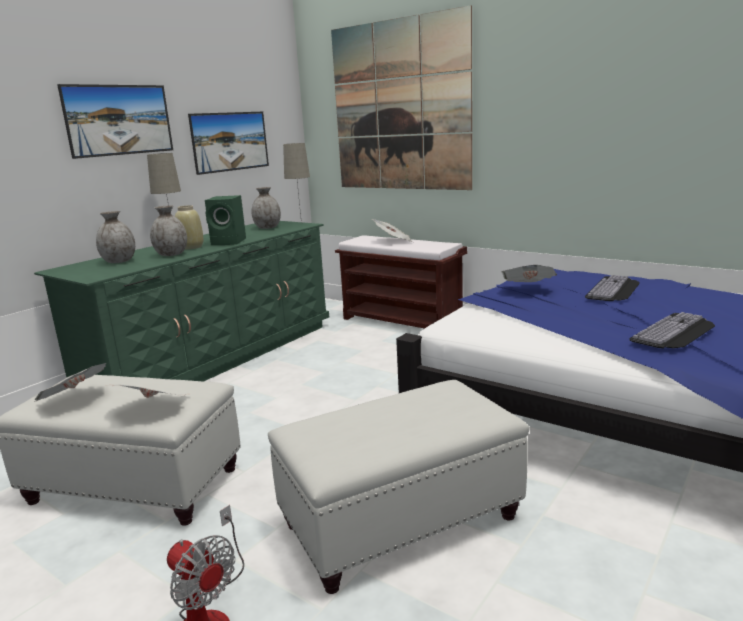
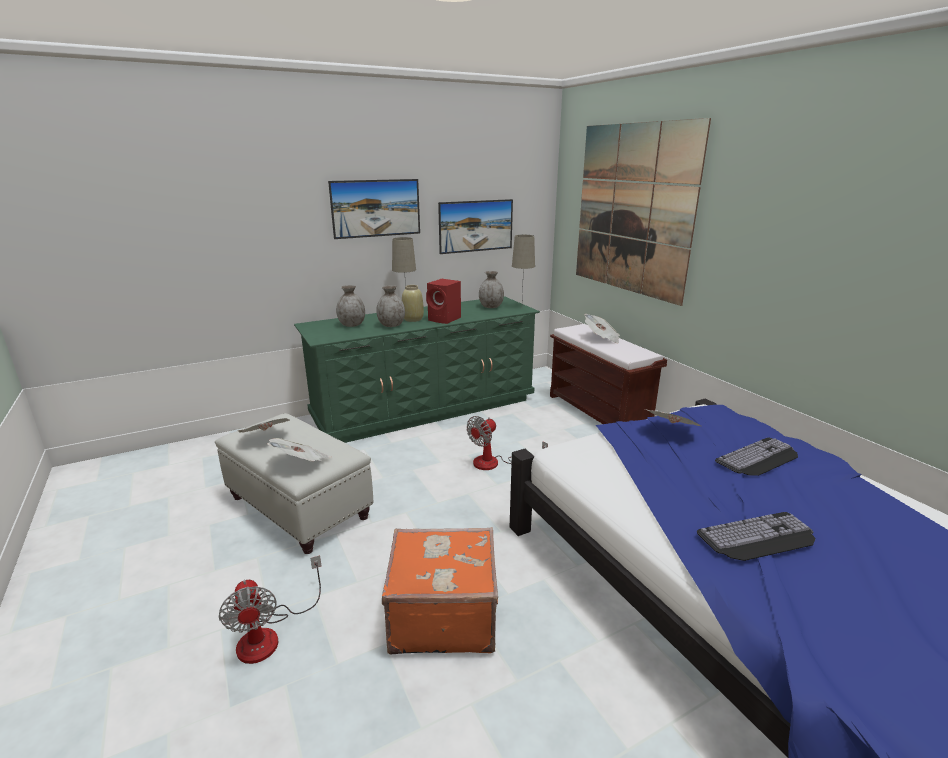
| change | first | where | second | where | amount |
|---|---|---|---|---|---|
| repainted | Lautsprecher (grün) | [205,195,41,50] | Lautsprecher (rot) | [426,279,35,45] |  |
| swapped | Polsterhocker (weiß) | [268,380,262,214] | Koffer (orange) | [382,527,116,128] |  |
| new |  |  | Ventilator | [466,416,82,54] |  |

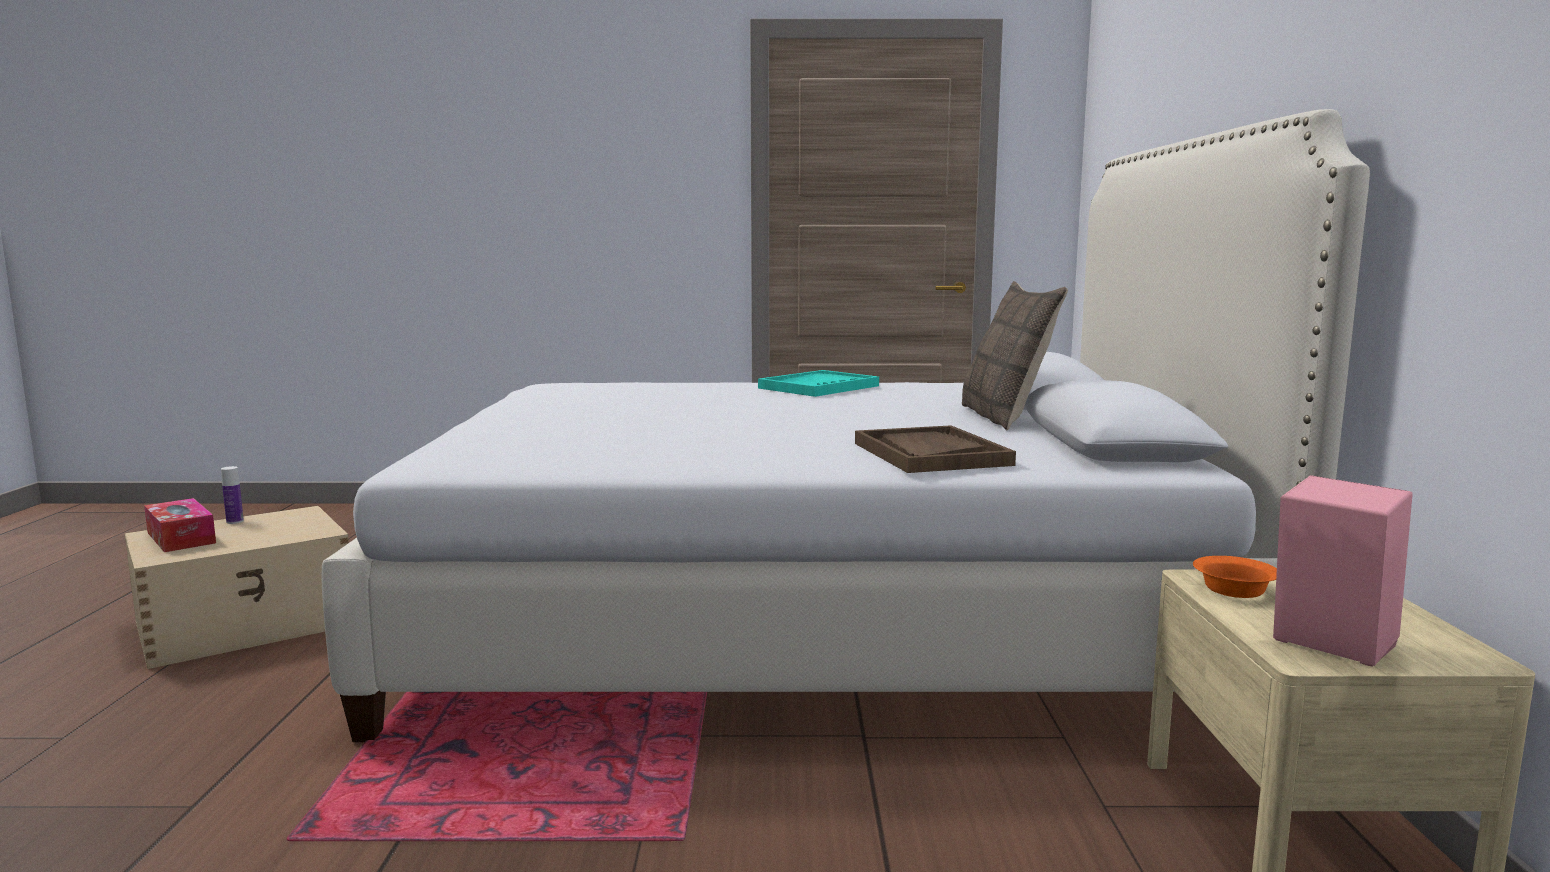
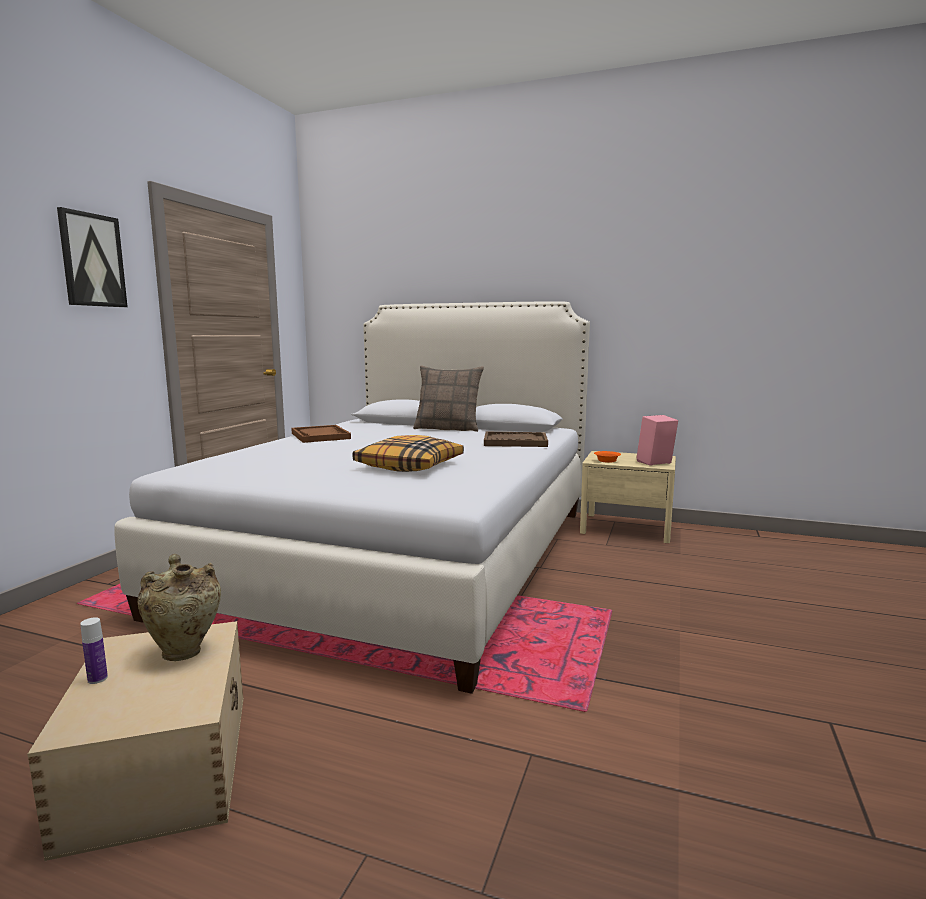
| change | first | where | second | where | amount |
|---|---|---|---|---|---|
| repainted | Tablett (türkis) | [758,370,121,27] | Tablett (braun) | [291,425,60,18] |  |
| gone | Taschentuchbox | [144,498,72,54] |  |  |  |
| new |  |  | Bild | [57,207,71,100] |  |
| new |  |  | Kissen | [353,435,111,37] |  |
| new |  |  | Vase (beige) | [138,554,83,107] |  |

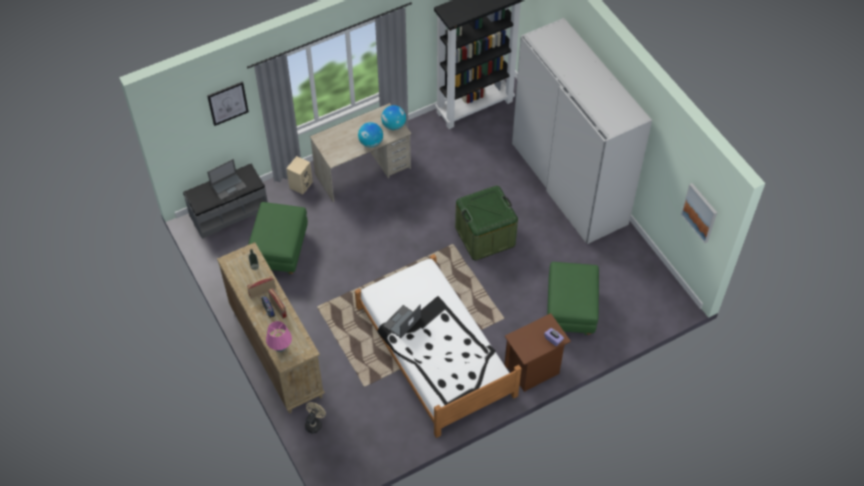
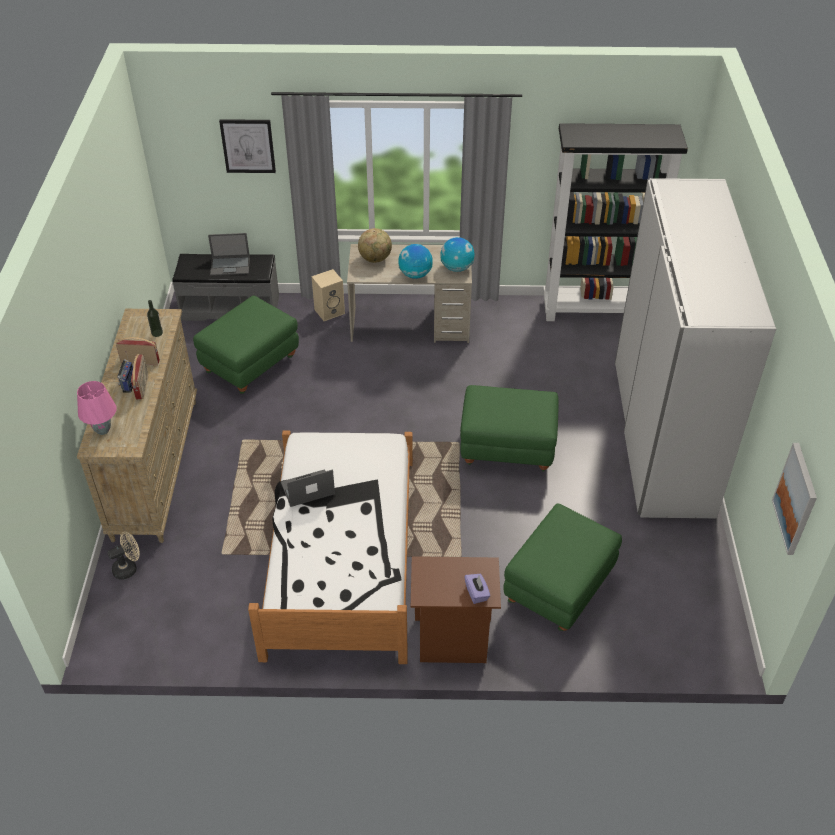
| change | first | where | second | where | amount |
|---|---|---|---|---|---|
| swapped | Aufbewahrungsbox (grün) | [455,186,63,74] | Polsterhocker (grün) | [460,385,99,87] |  |
| new |  |  | Globus | [358,228,34,35] |  |

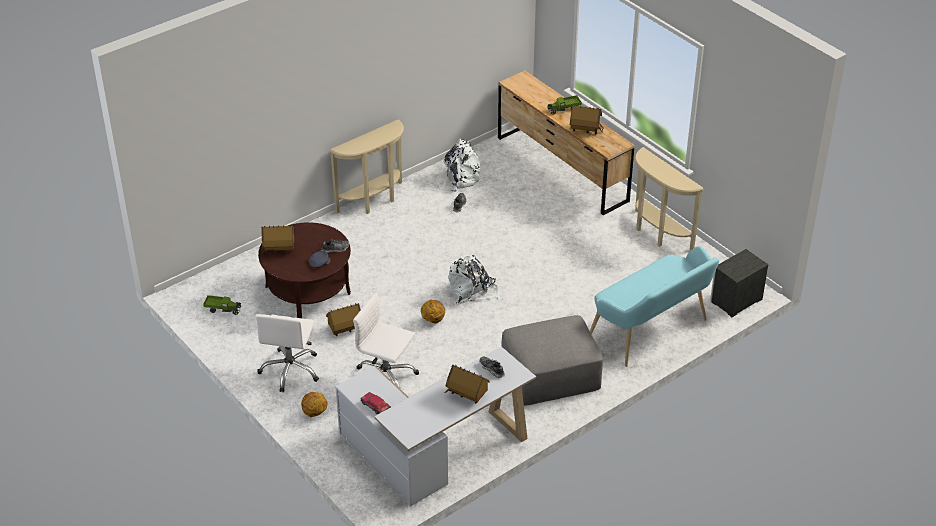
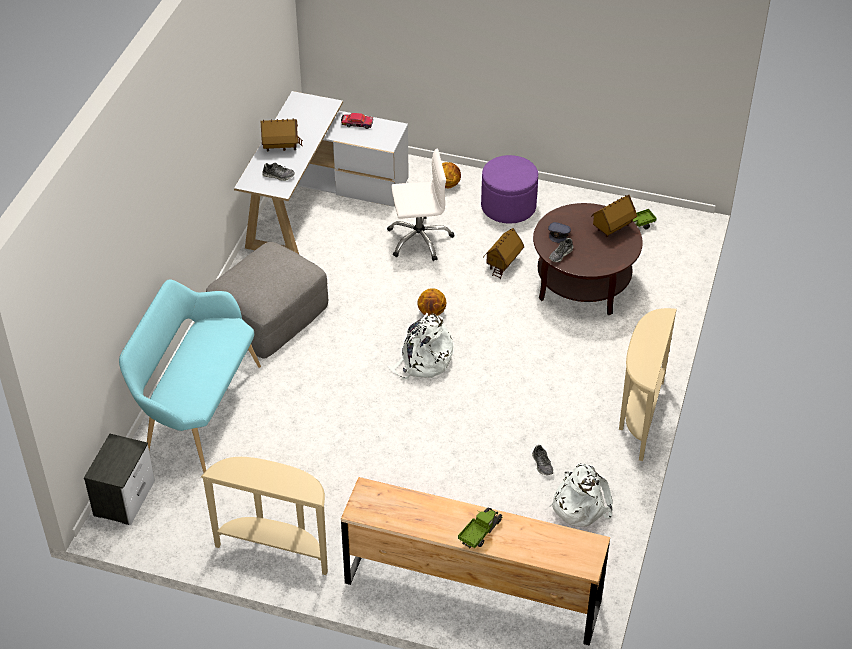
| change | first | where | second | where | amount |
|---|---|---|---|---|---|
| gone | Spielzeughaus | [570,105,34,29] |  |  |  |
| swapped | Bürostuhl (weiß) | [255,314,64,79] | Polsterhocker (lila) | [481,155,57,69] |  |

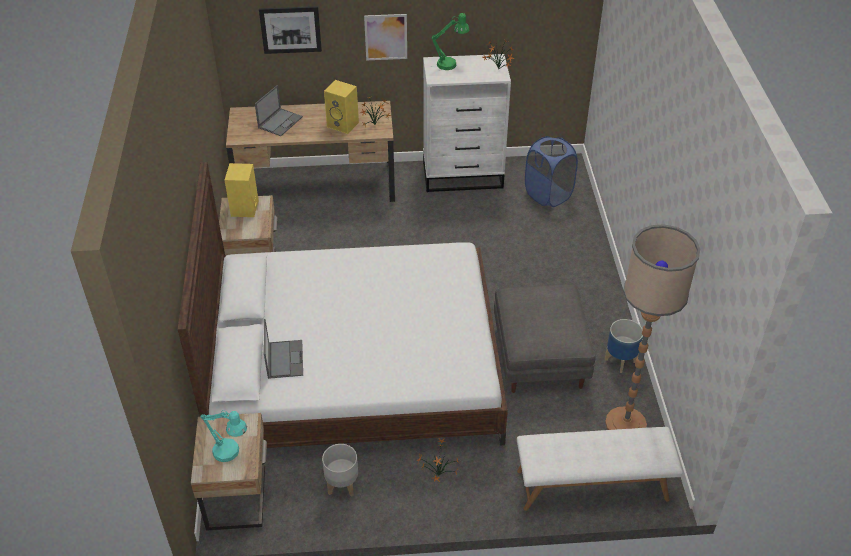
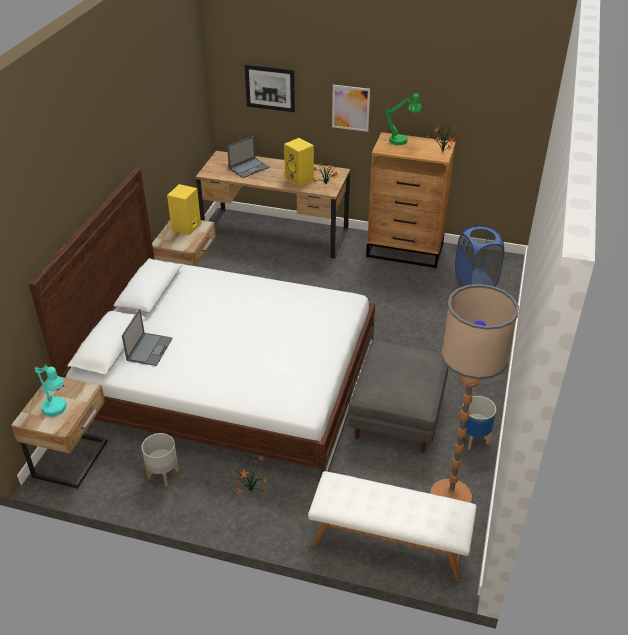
| change | first | where | second | where | amount |
|---|---|---|---|---|---|
| repainted | Kommode (weiß) | [423,54,88,138] | Kommode (braun) | [366,132,90,136] |  |

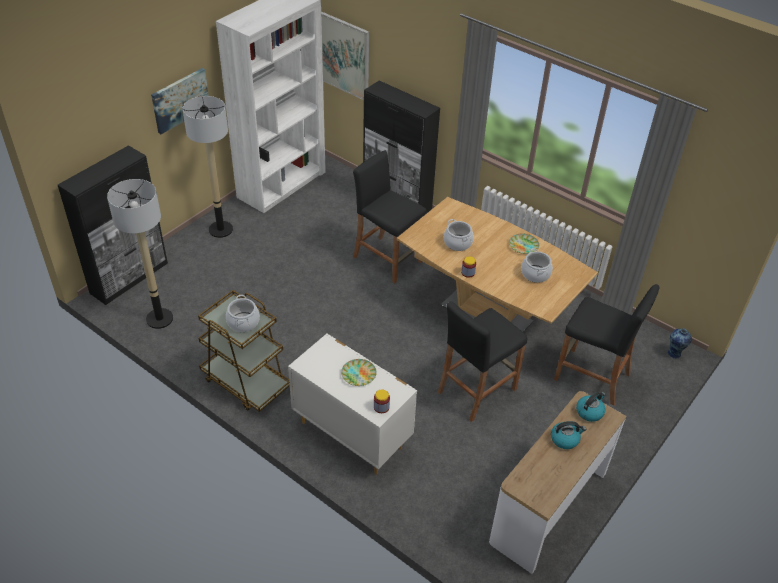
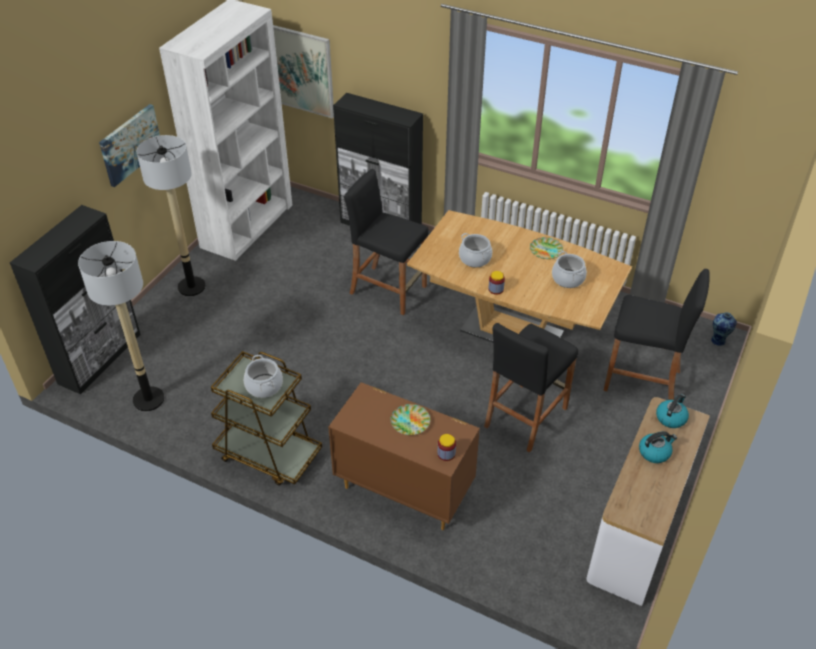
| change | first | where | second | where | amount |
|---|---|---|---|---|---|
| repainted | Kommode (weiß) | [288,334,129,141] | Kommode (braun) | [328,382,152,148] |  |

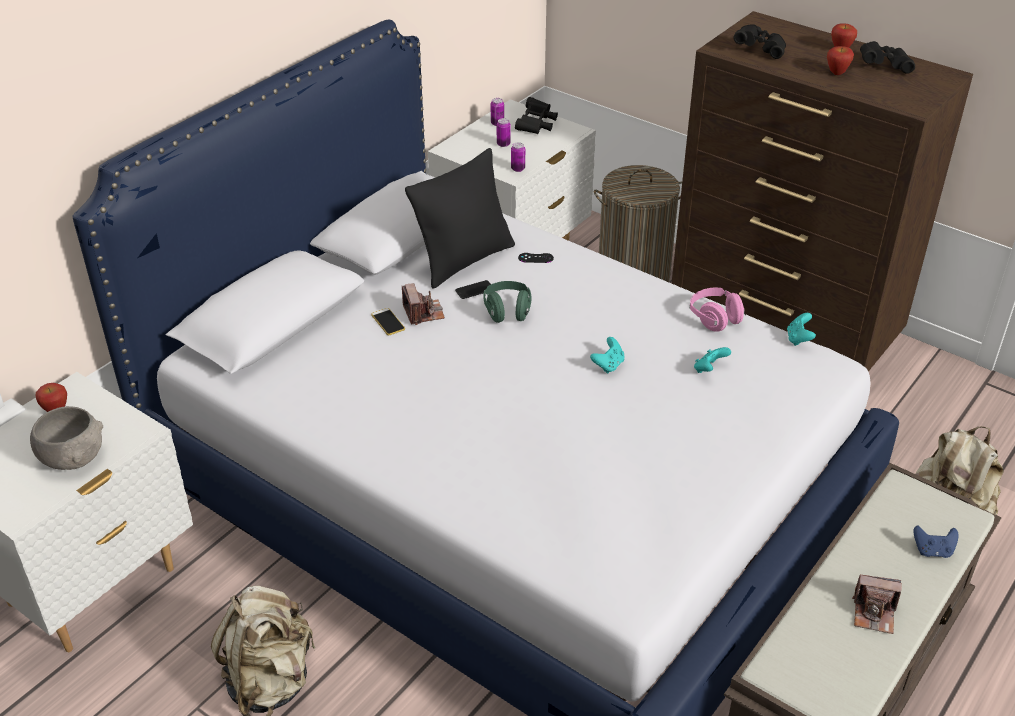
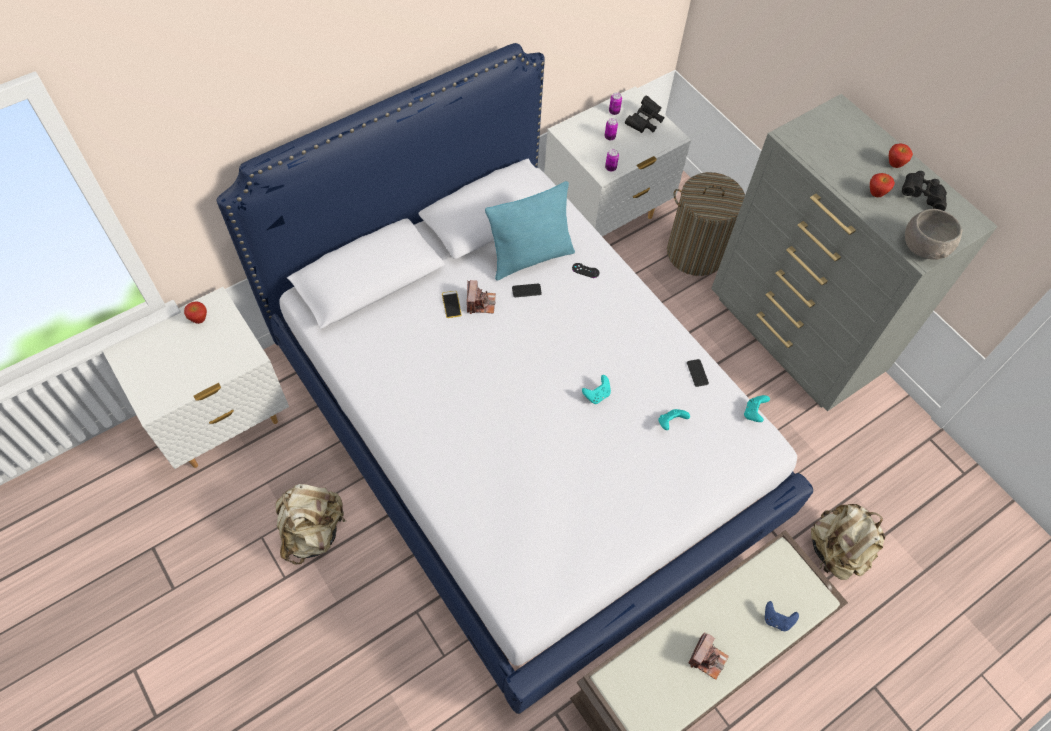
| change | first | where | second | where | amount |
|---|---|---|---|---|---|
| repainted | Kommode (braun) | [671,11,302,360] | Kommode (grau) | [711,94,287,317] |  |
| gone | Fernglas (schwarz) | [734,24,52,35] |  |  |  |
| repainted | Kissen (schwarz) | [405,148,110,141] | Kissen (türkis) | [485,181,90,100] |  |
| gone | Kopfhörer (grün) | [484,281,47,42] |  |  |  |
| swapped | Kopfhörer (rosa) | [690,288,56,43] | Handy | [687,359,22,28] |  |
| shifted | Schüssel (grau) | [30,406,73,64] |  | [905,209,57,51] |  |
| rotated | Kamera | [852,575,50,59] |  | [688,633,41,47] | 90 degrees counterclockwise |

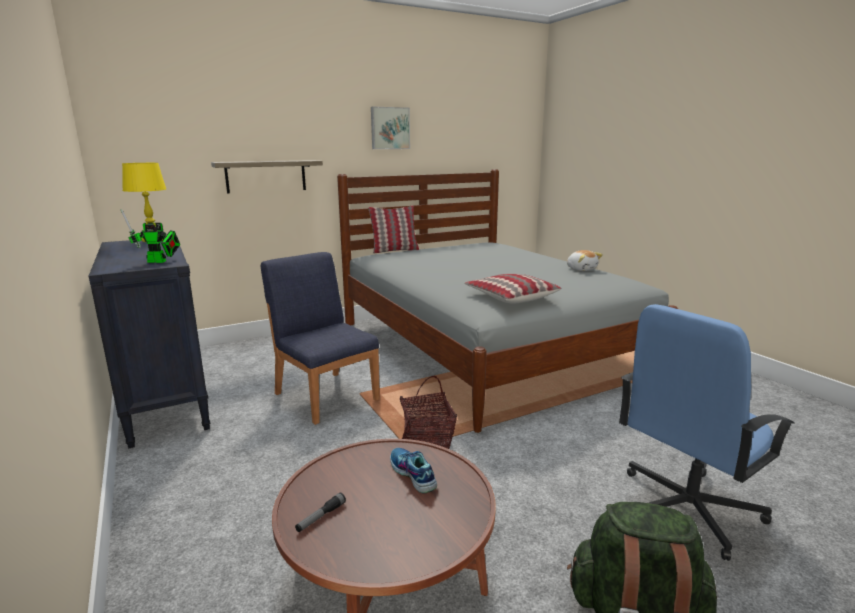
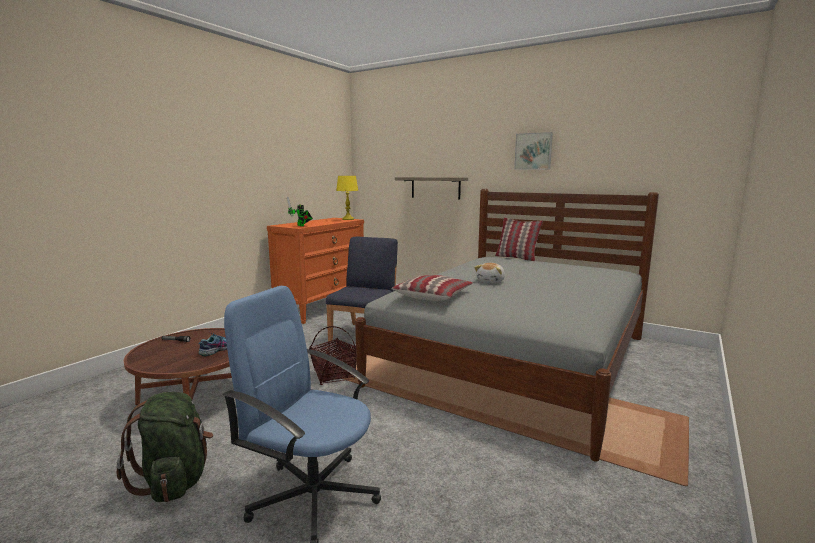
| change | first | where | second | where | amount |
|---|---|---|---|---|---|
| repainted | Kommode (schwarz) | [89,237,121,211] | Kommode (orange) | [267,218,97,106] |  |
| shifted | Plüschtier | [567,250,36,21] |  | [474,263,31,20] |  |

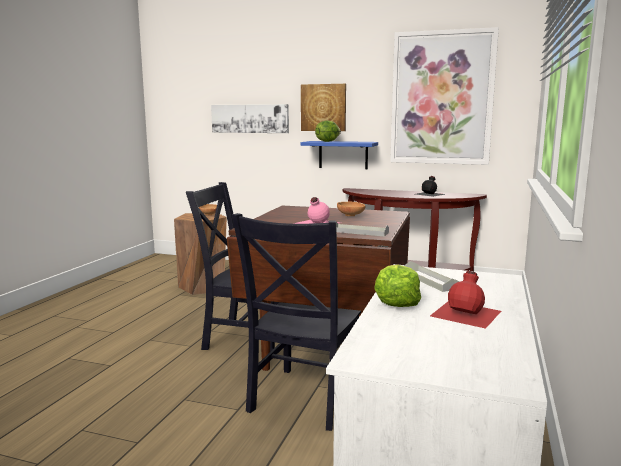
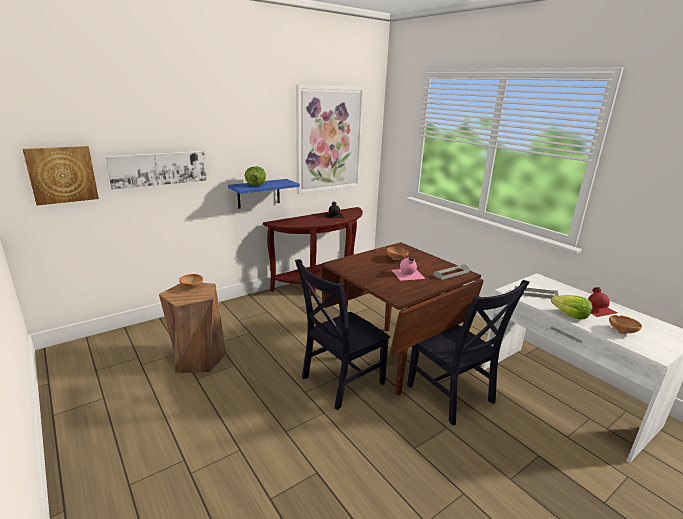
| change | first | where | second | where | amount |
|---|---|---|---|---|---|
| shifted | Bild | [301,84,45,47] |  | [23,146,76,59] |  |
| new |  |  | Schüssel (braun) | [609,315,33,19] |  |

